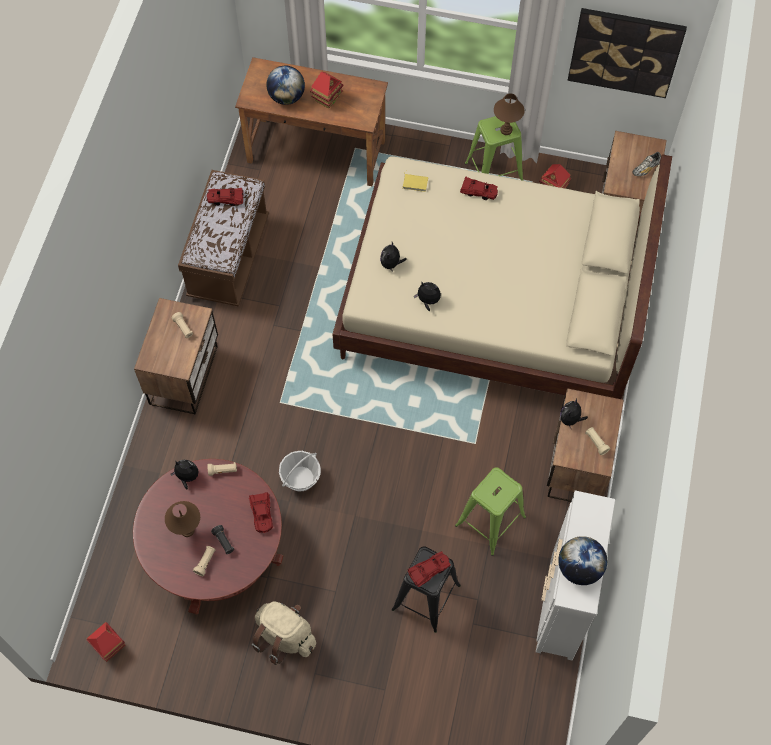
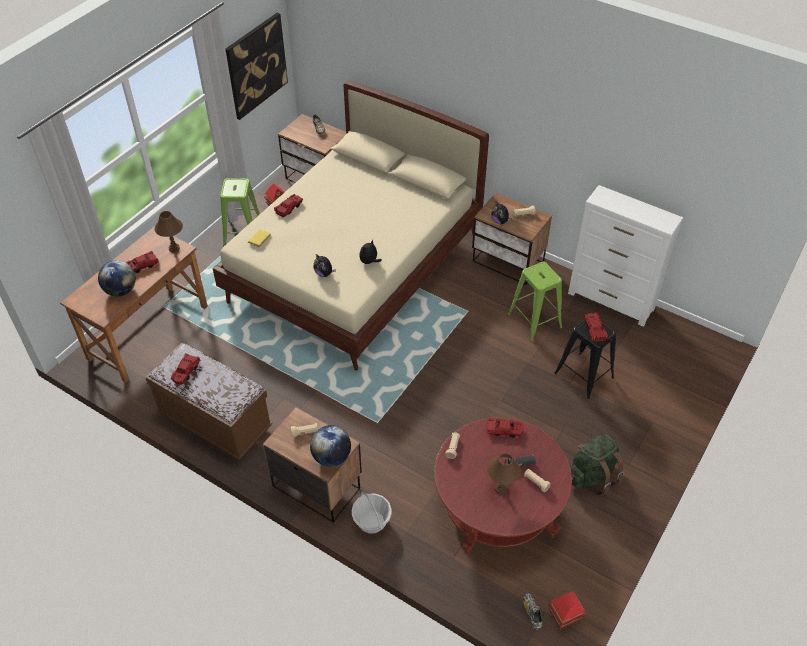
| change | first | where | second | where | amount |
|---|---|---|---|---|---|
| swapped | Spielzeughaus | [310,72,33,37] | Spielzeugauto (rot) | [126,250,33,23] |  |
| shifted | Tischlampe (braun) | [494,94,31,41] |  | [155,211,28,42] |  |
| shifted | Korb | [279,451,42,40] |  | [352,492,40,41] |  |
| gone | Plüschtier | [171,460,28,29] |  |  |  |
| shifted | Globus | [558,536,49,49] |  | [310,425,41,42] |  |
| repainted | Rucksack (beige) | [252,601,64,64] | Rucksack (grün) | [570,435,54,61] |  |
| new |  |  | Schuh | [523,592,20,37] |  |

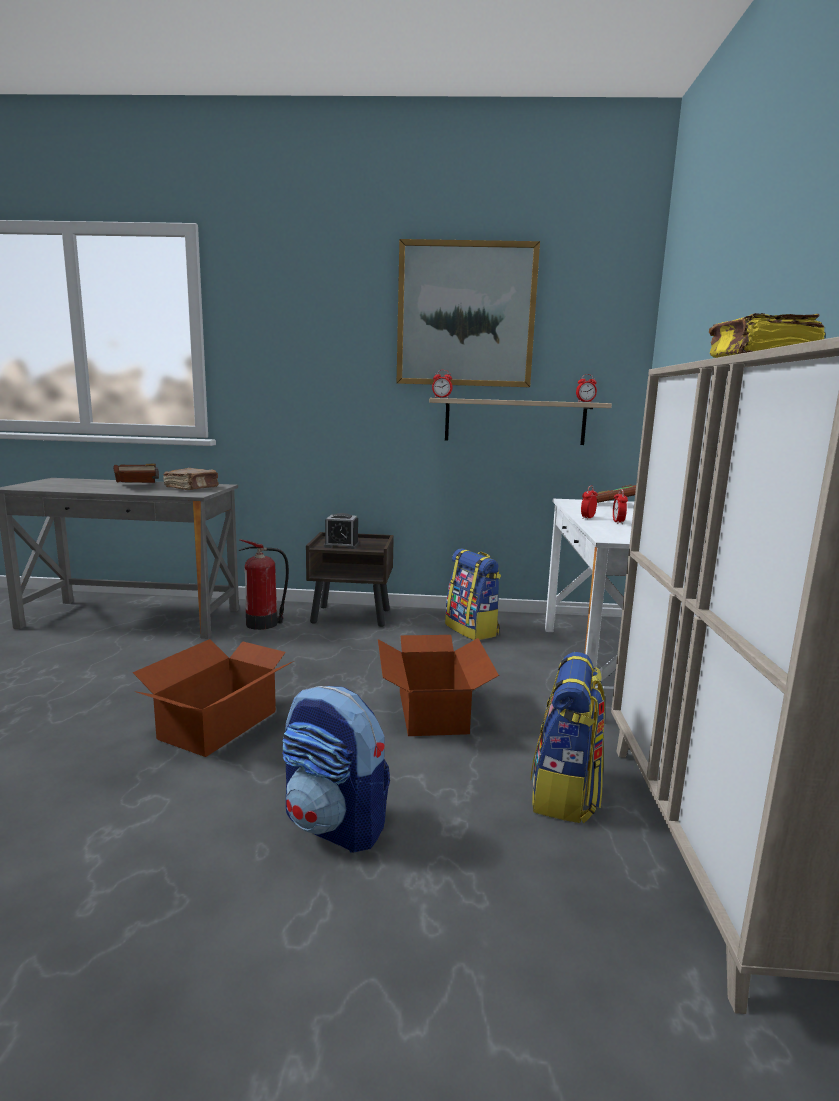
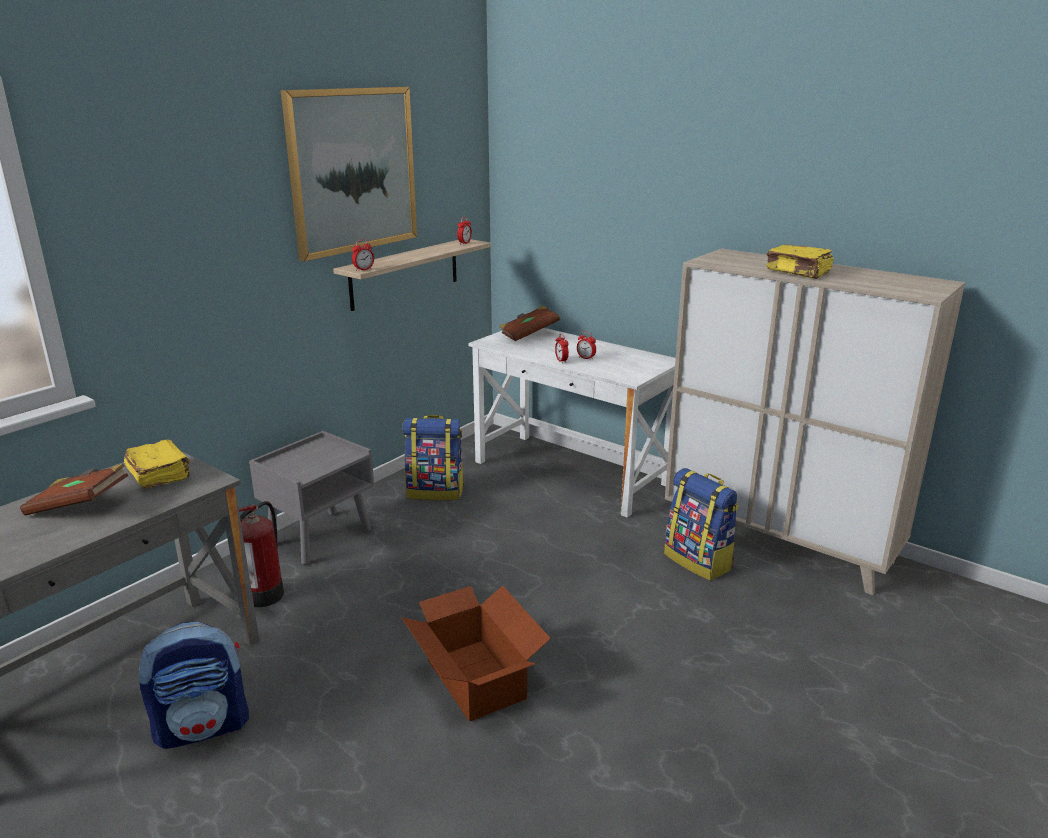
| change | first | where | second | where | amount |
|---|---|---|---|---|---|
| repainted | Buch (braun) | [163,468,56,22] | Buch (gelb) | [124,439,66,50] |  |
| gone | Wecker | [324,513,35,36] |  |  |  |
| repainted | Nachttisch (braun) | [306,532,88,95] | Nachttisch (grau) | [249,431,125,134] |  |
| gone | Karton | [378,635,121,101] |  |  |  |
| shifted | Rucksack | [282,686,108,167] |  | [139,621,110,128] |  |

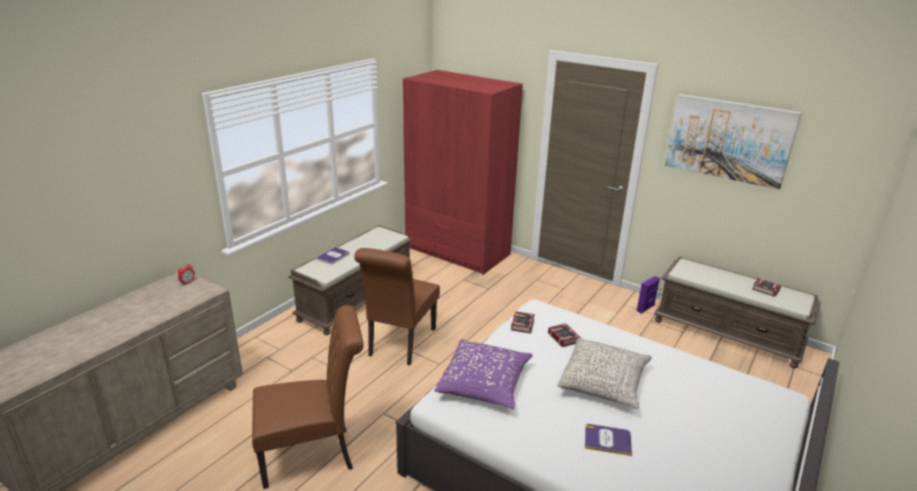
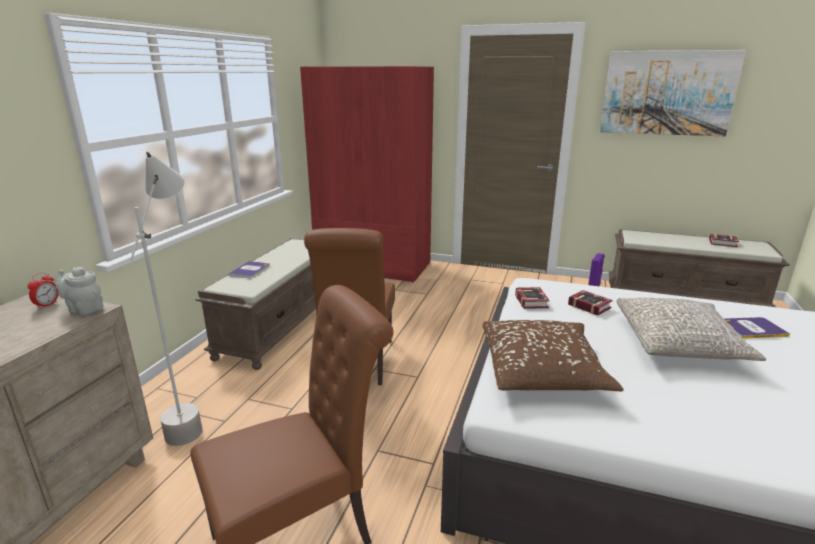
| change | first | where | second | where | amount |
|---|---|---|---|---|---|
| repainted | Kissen (lila) | [434,339,99,70] | Kissen (braun) | [483,320,141,71] |  |
| shifted | Buch | [585,424,47,32] |  | [725,317,65,22] |  |
| new |  |  | Stehlampe (grau) | [130,151,73,295] |  |
| new |  |  | Teekanne (grau) | [55,267,49,48] |  |

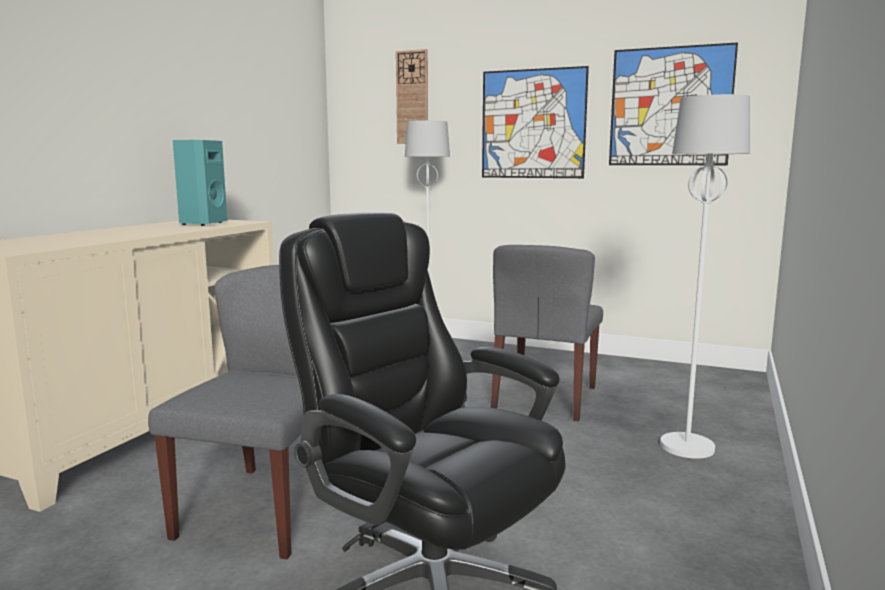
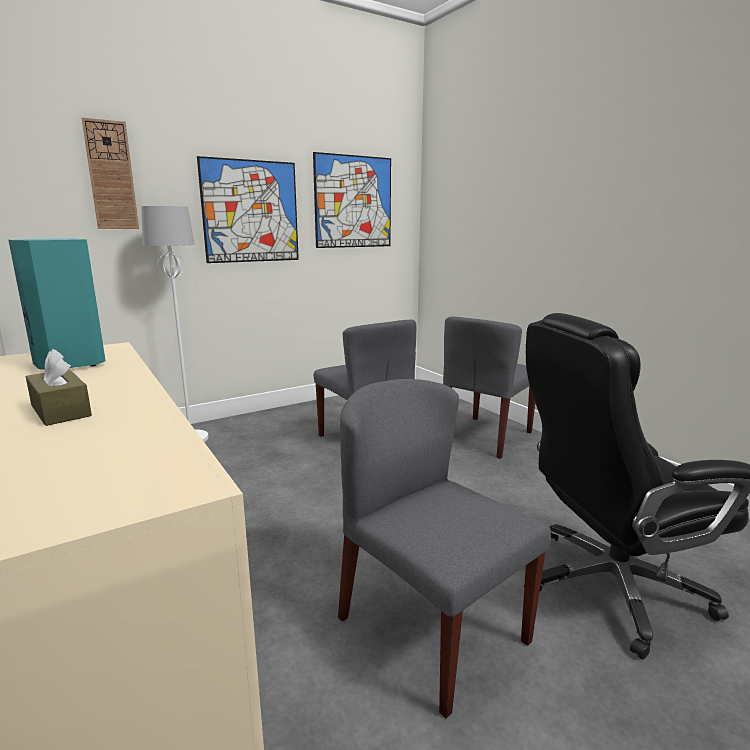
| change | first | where | second | where | amount |
|---|---|---|---|---|---|
| swapped | Stehlampe (weiß) | [660,94,90,365] | Stuhl (grau) | [443,316,92,143] |  |
| new |  |  | Taschentuchbox (braun) | [26,349,66,77] |  |

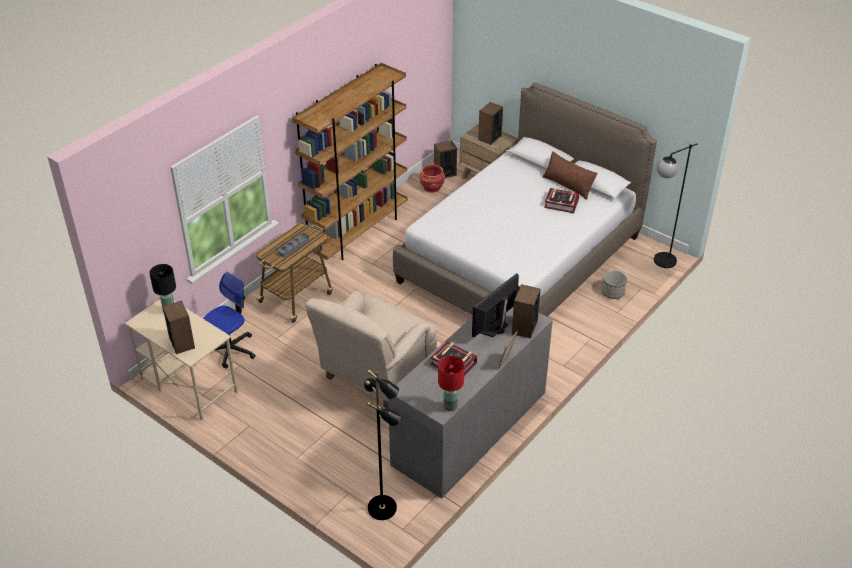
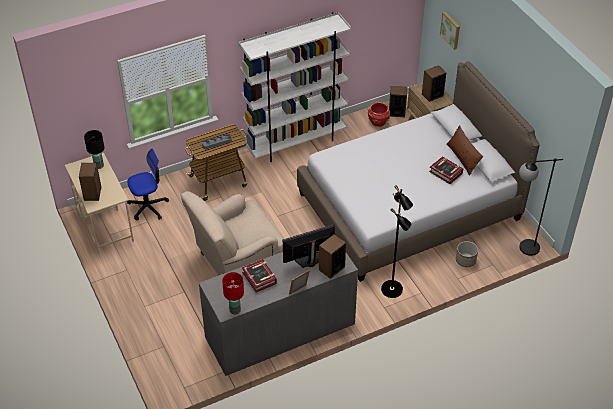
| change | first | where | second | where | amount |
|---|---|---|---|---|---|
| repainted | Bücherregal (braun) | [292,63,116,197] | Bücherregal (weiß) | [238,12,113,150] |  |
| shifted | Stehlampe (schwarz) | [364,369,36,151] |  | [381,185,32,113] |  |
| new |  |  | Bild | [440,12,20,38] |  |

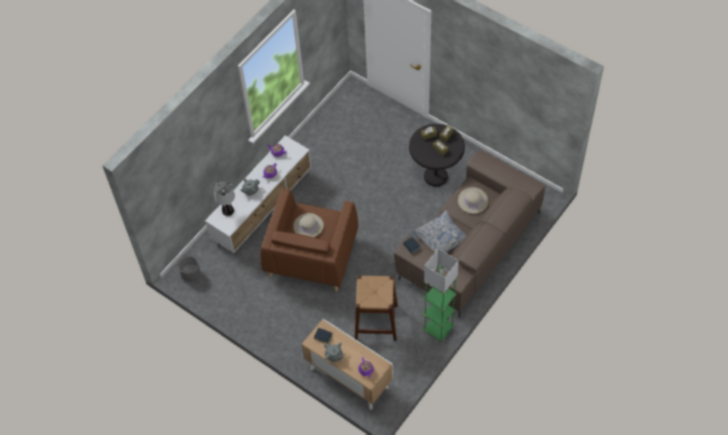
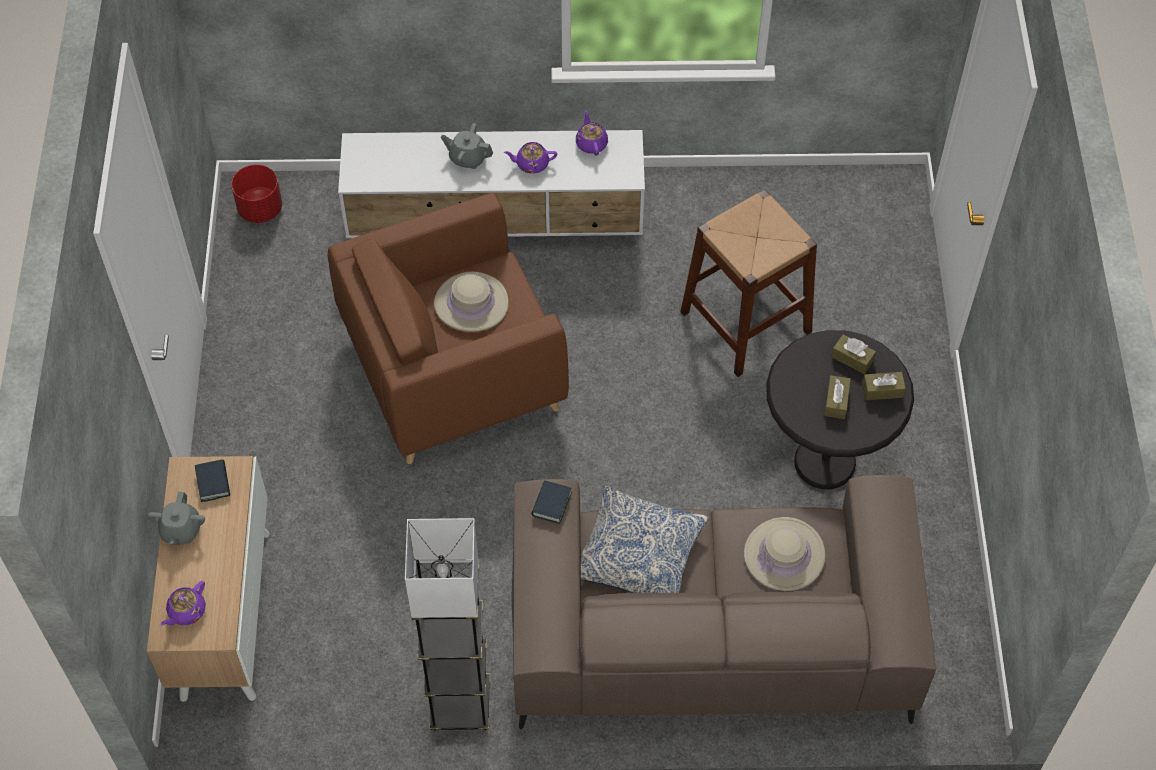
| change | first | where | second | where | amount |
|---|---|---|---|---|---|
| gone | Tischlampe | [214,180,21,36] |  |  |  |
| repainted | Stehlampe (grün) | [423,248,36,94] | Stehlampe (grau) | [405,518,85,213] |  |
| repainted | Pflanzkübel (grau) | [178,256,23,26] | Pflanzkübel (rot) | [231,165,51,58] |  |
| shifted | Hocker (braun) | [355,276,43,65] |  | [680,189,137,188] |  |

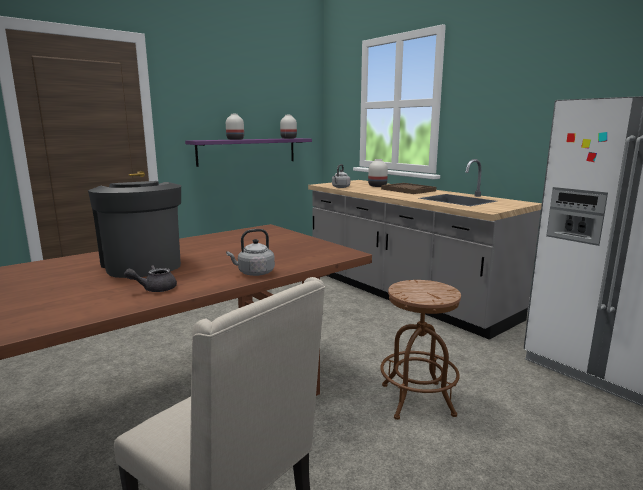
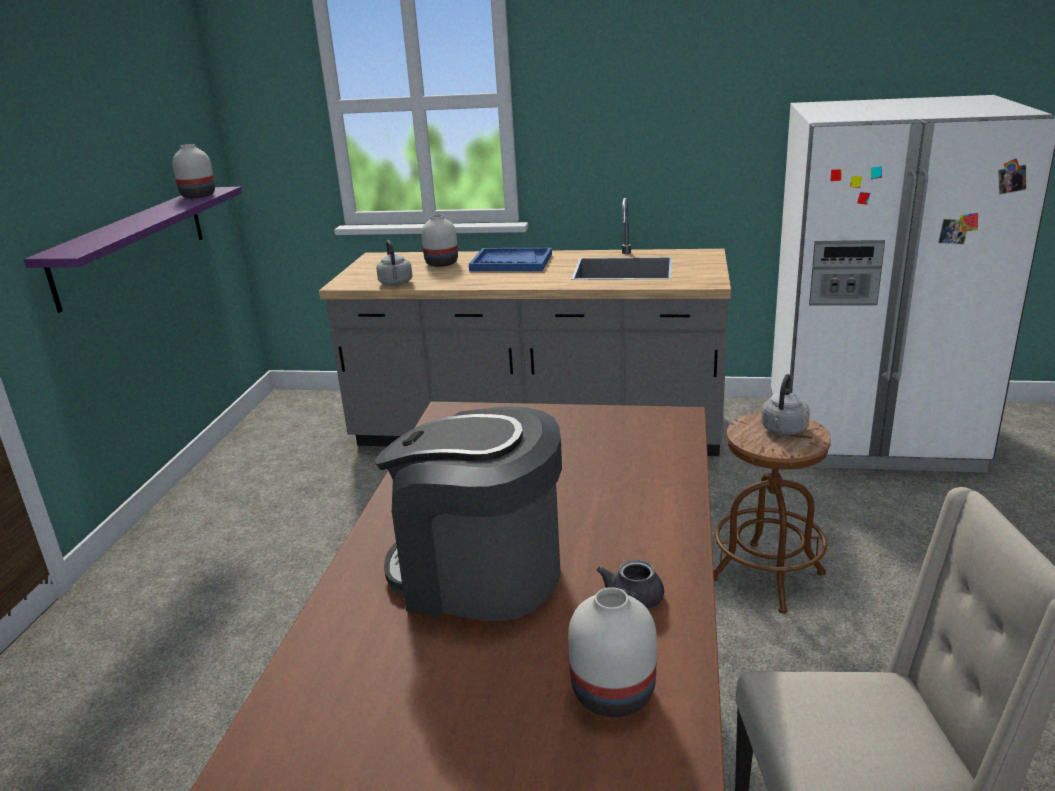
| change | first | where | second | where | amount |
|---|---|---|---|---|---|
| shifted | Vase (weiß) | [226,114,18,26] |  | [568,587,89,130] |  |
| repainted | Tablett (braun) | [381,183,55,11] | Tablett (blau) | [469,248,83,23] |  |
| shifted | Wasserkessel (grau) | [226,229,49,47] |  | [761,374,49,61] |  |

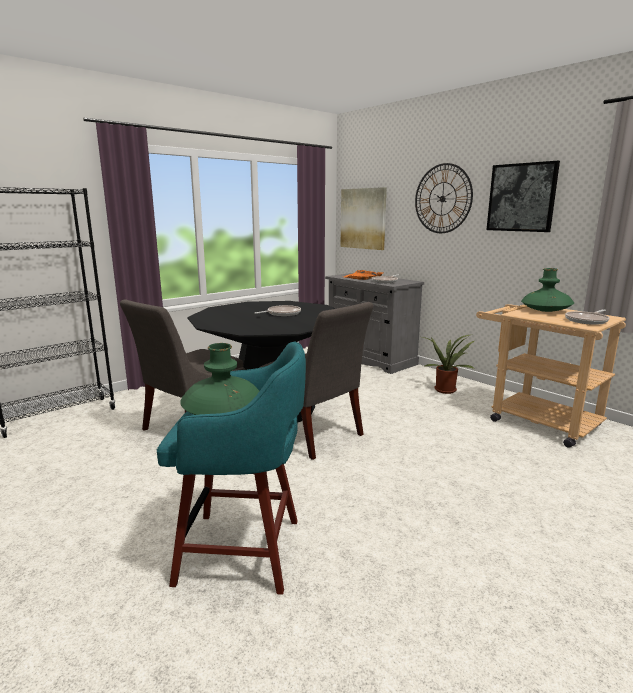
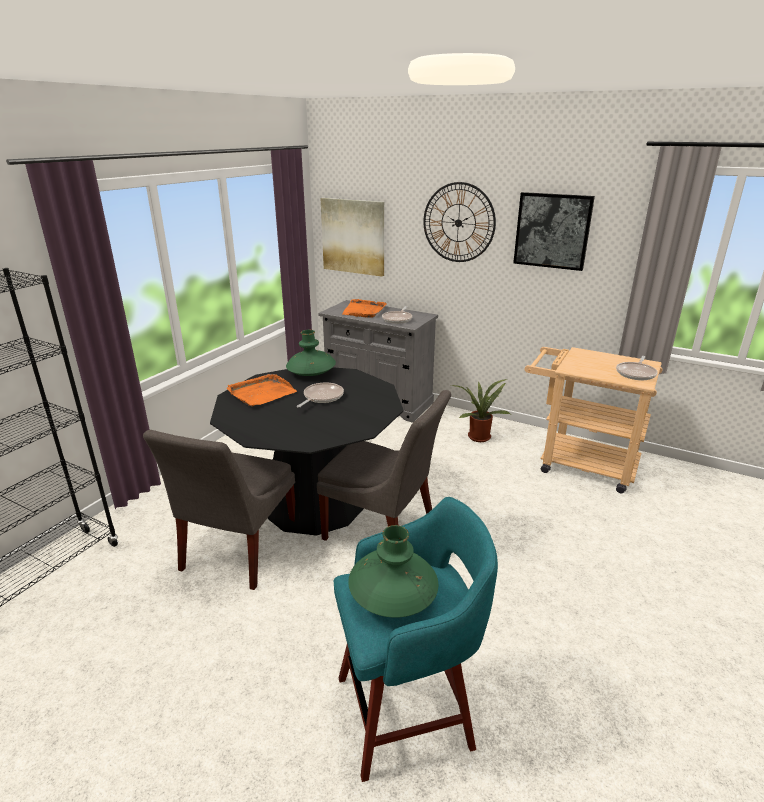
| change | first | where | second | where | amount |
|---|---|---|---|---|---|
| shifted | Vase (grün) | [521,268,53,44] |  | [286,330,50,46] |  |
| new |  |  | Tablett (orange) | [226,374,71,33] |  |

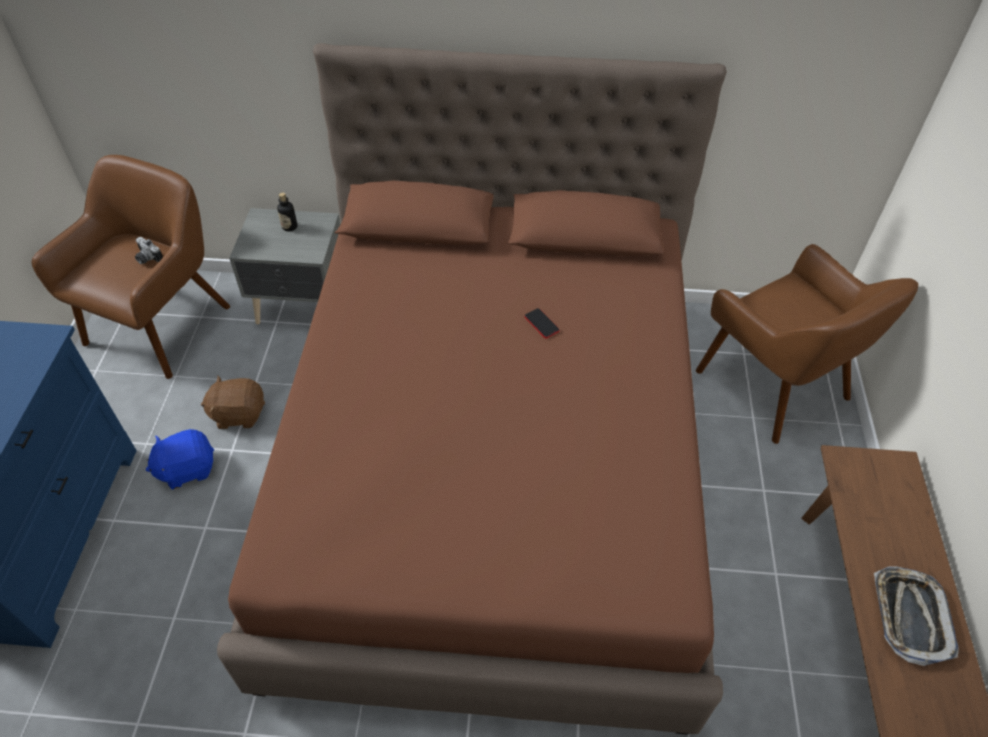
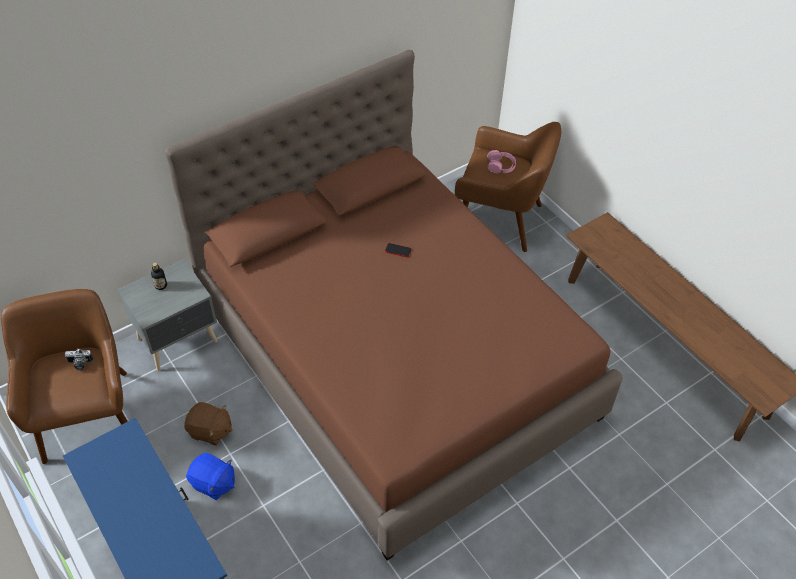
| change | first | where | second | where | amount |
|---|---|---|---|---|---|
| rotated | Plüschtier (braun) | [201,376,64,53] |  | [184,402,48,44] | 120 degrees counterclockwise |
| rotated | Plüschtier (blau) | [146,429,68,60] |  | [186,453,49,47] | 90 degrees counterclockwise |
| gone | Tablett | [874,566,85,100] |  |  |  |
| new |  |  | Kopfhörer (rosa) | [487,150,29,23] |  |

